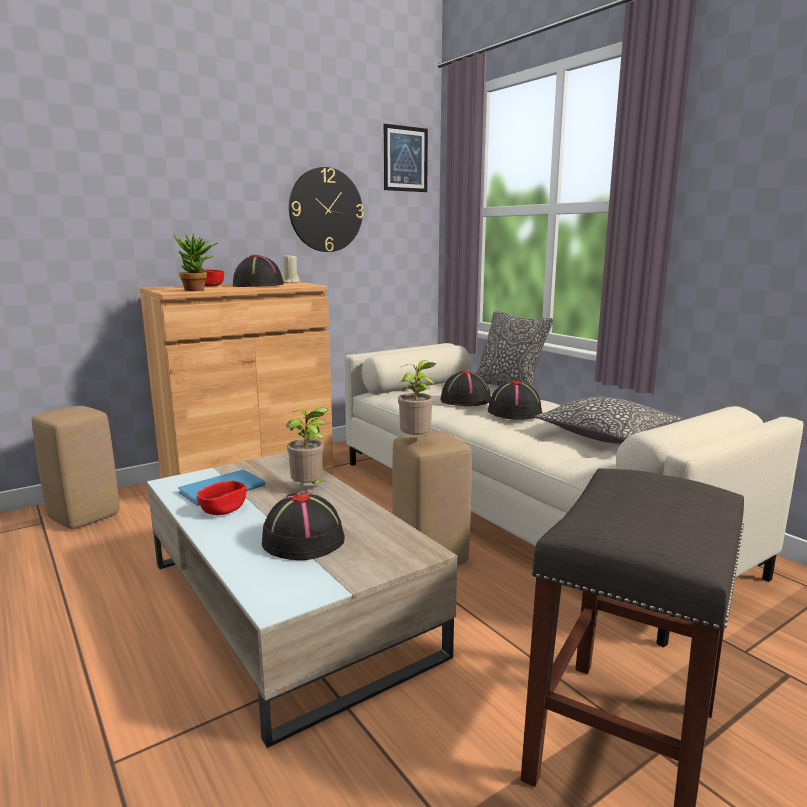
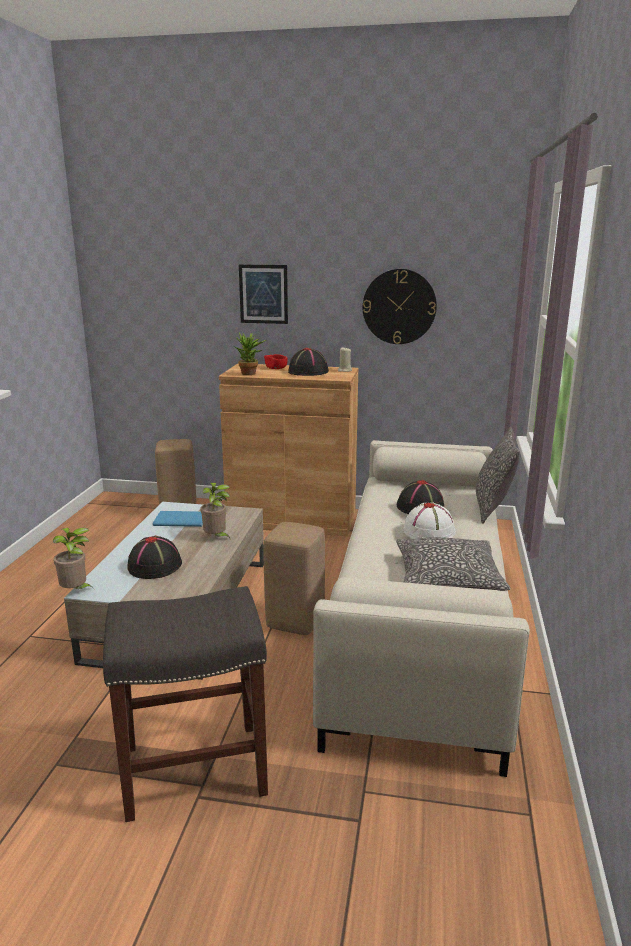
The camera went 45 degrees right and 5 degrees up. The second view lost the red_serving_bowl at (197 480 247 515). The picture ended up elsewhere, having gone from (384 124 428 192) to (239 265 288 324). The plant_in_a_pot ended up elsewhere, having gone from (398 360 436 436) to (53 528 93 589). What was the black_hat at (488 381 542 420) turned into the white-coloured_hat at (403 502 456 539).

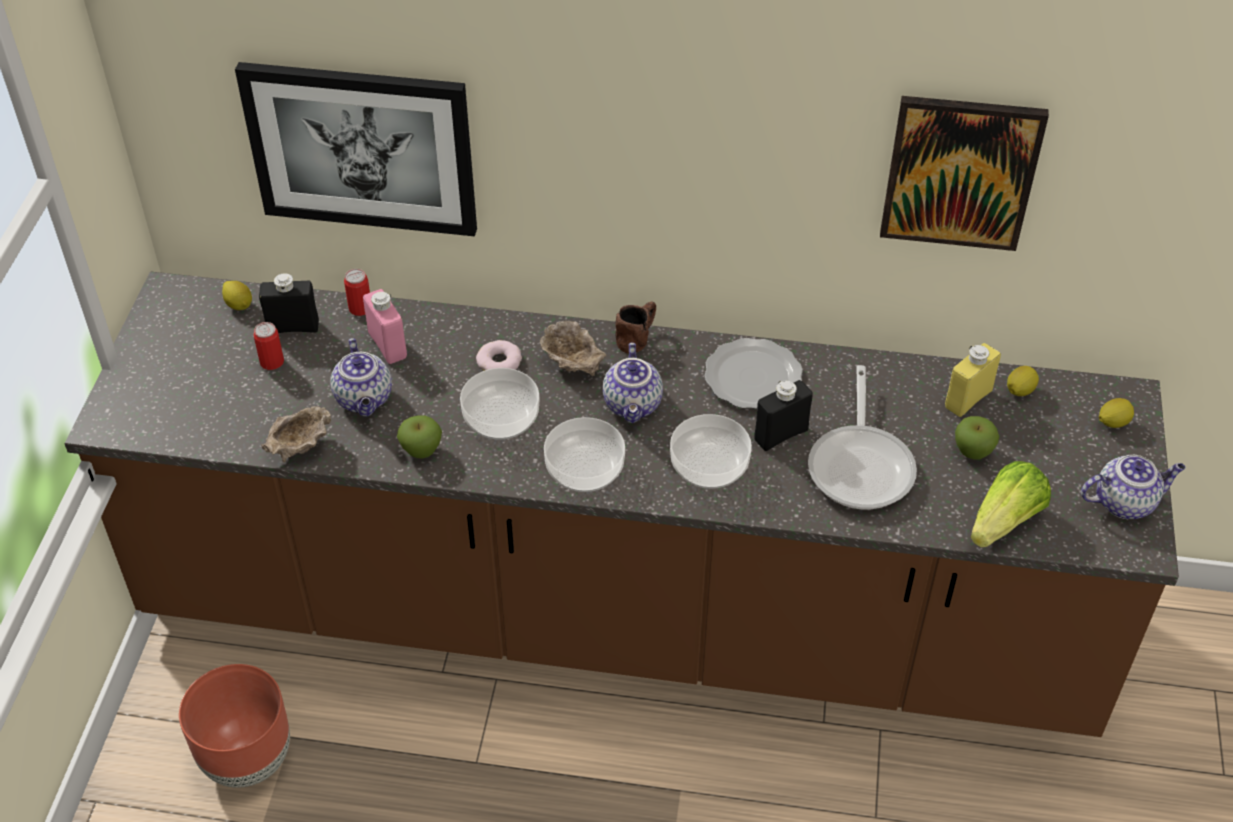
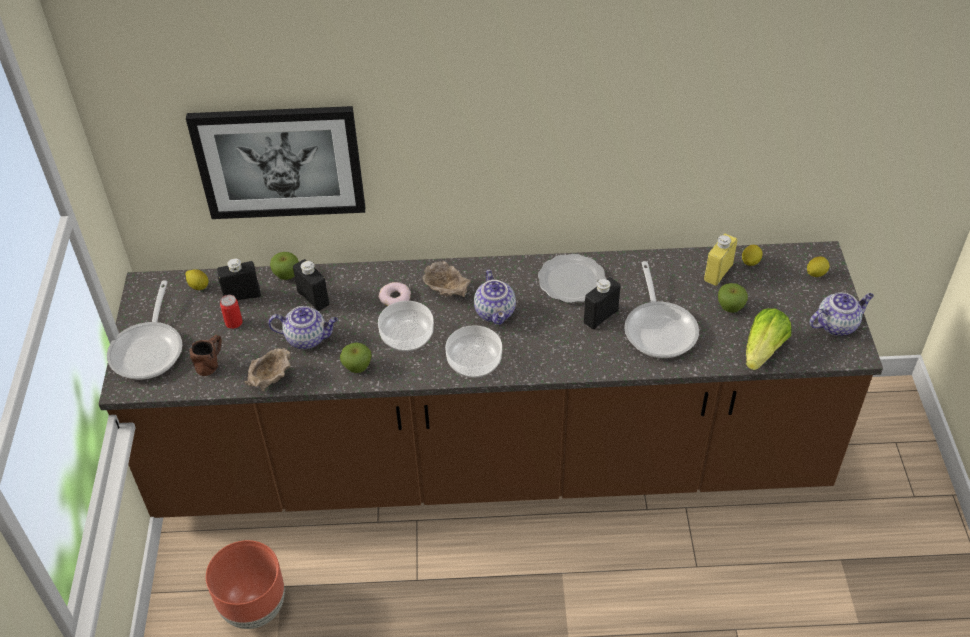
The camera went 10 degrees left and 0 degrees up. The second view lost the serving_bowl at (670 414 752 489). The second view lost the picture at (880 96 1049 251). The second view gained the skillet at (107 280 182 380). The brown_mug ended up elsewhere, having gone from (616 301 656 354) to (189 335 222 376). Where the metal_can stood at (344 269 370 316), the apple_fruit came to stand at (270 252 299 280). What was the pink-coloured_beverage_bottle at (363 289 407 364) turned into the black_beverage_bottle at (293 259 329 311). The pot_for_tea at (330 338 392 417) ended up facing another way, 60 degrees counterclockwise from before.

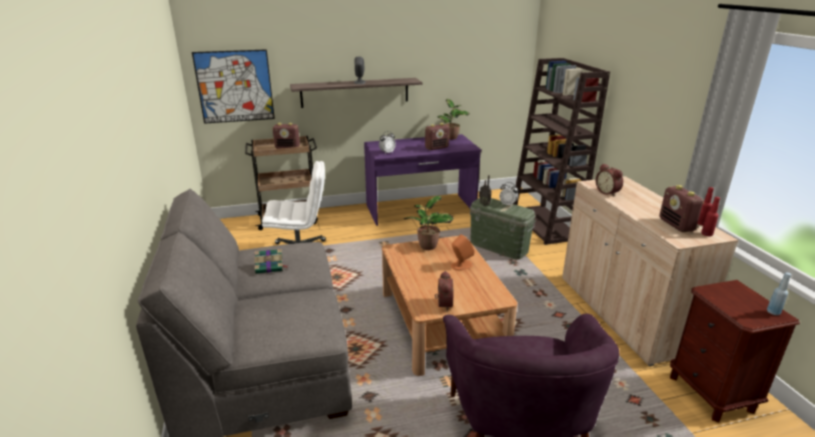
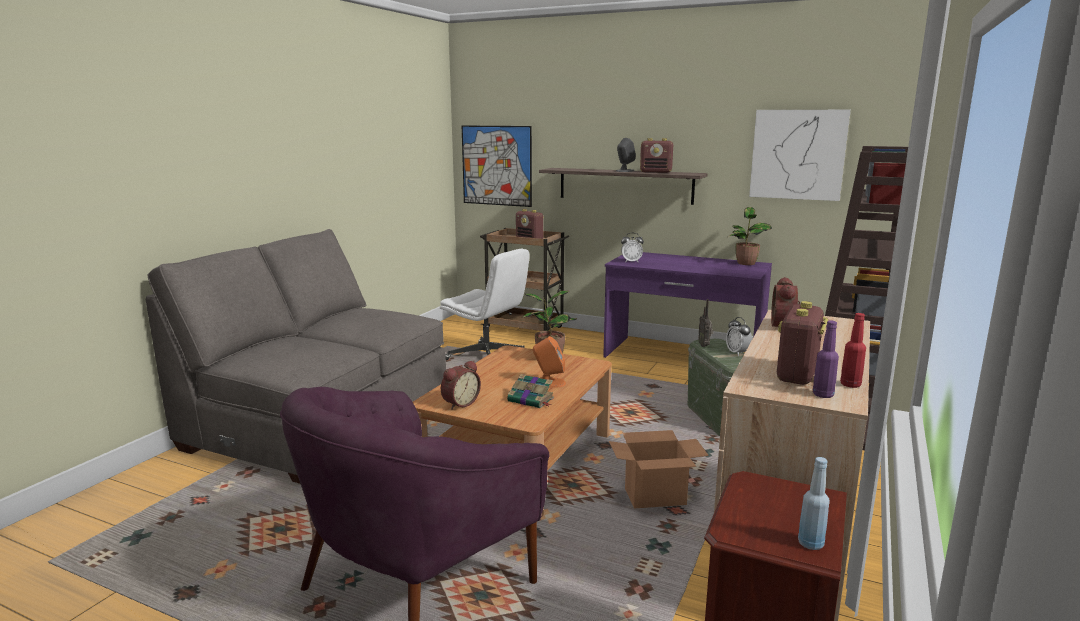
The camera went 40 degrees right and 10 degrees down. The second view gained the cardboard_box at (609 430 709 508). The second view gained the picture at (749 110 851 201). The book ended up elsewhere, having gone from (254 249 288 274) to (507 374 554 408). The radio_set ended up elsewhere, having gone from (425 123 449 150) to (640 138 673 173). What was the red_beverage_bottle at (701 197 720 236) turned into the purple_beverage_bottle at (813 320 839 398).

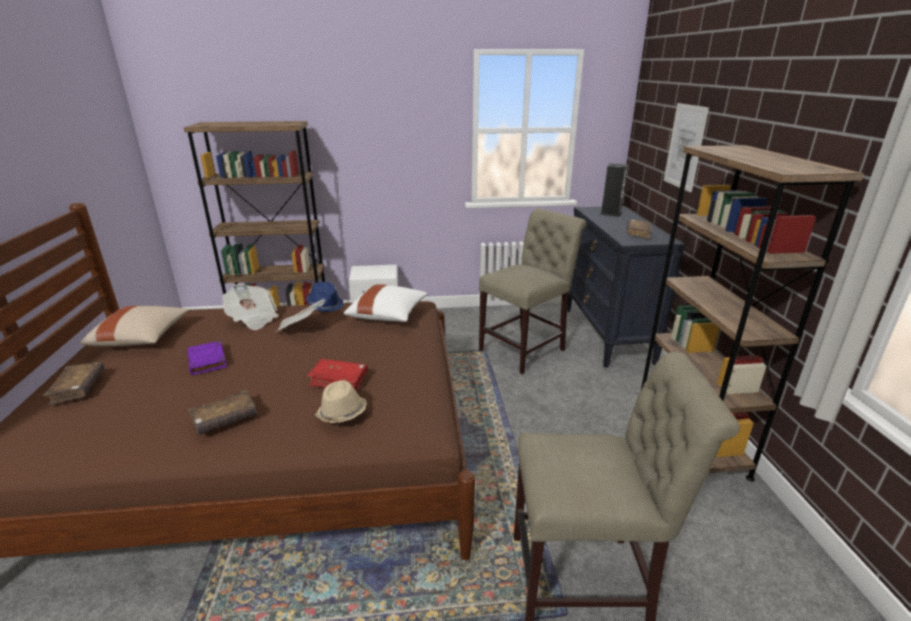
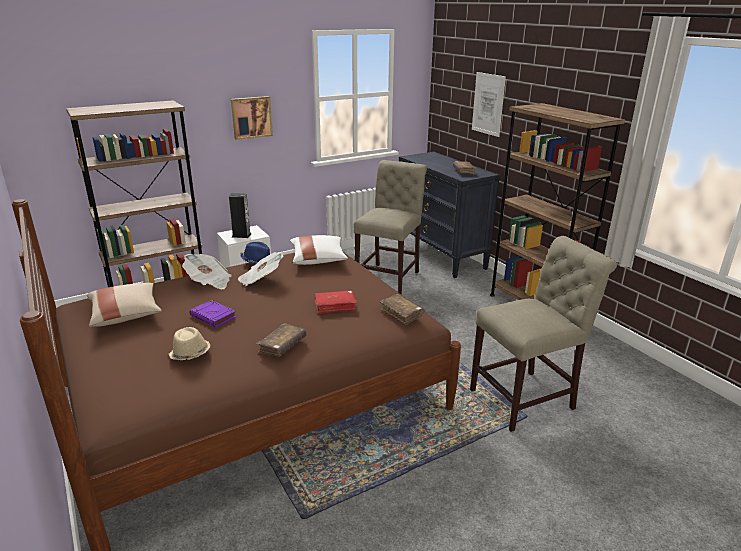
The camera went 25 degrees left and 0 degrees up. The second view gained the picture at (231 96 273 140). The brown_book ended up elsewhere, having gone from (43 362 104 405) to (380 294 425 325). The sand-coloured_hat ended up elsewhere, having gone from (315 380 367 423) to (169 327 211 360). The audio_speaker ended up elsewhere, having gone from (600 163 628 217) to (229 193 251 238).

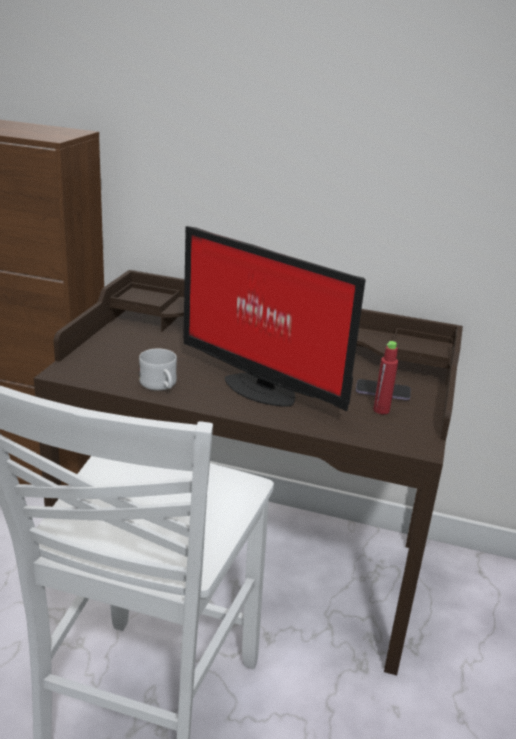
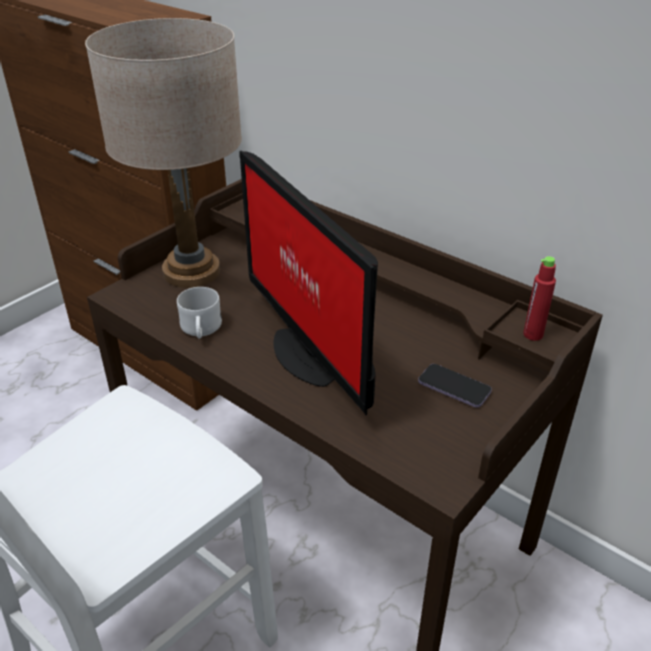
The camera went 25 degrees right and 10 degrees up. The second view gained the sand-coloured_table_lamp at (85 18 242 288). The red_beverage_bottle ended up elsewhere, having gone from (373 341 398 414) to (523 256 556 341).

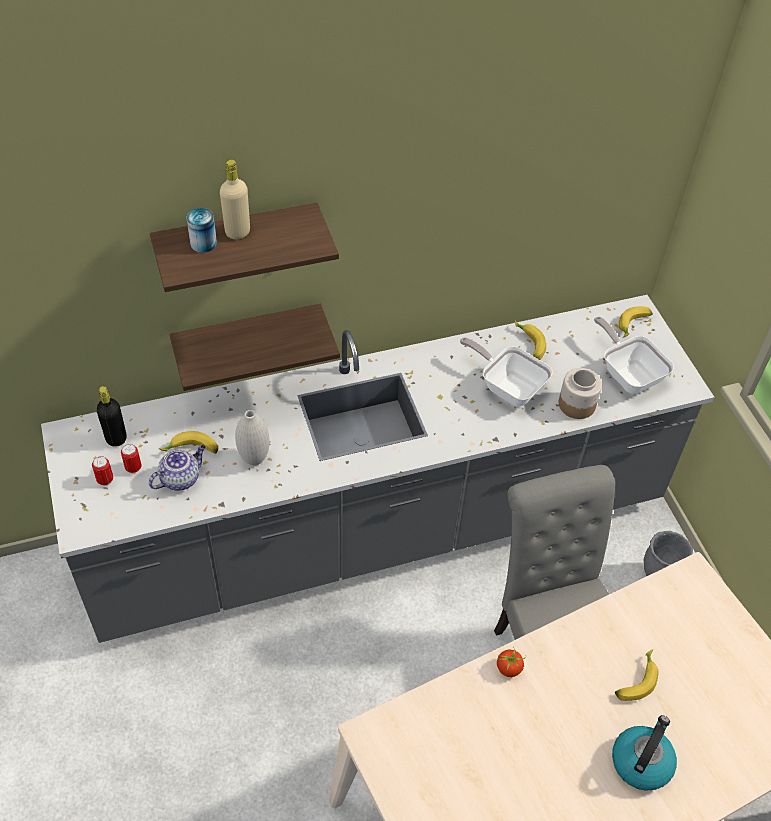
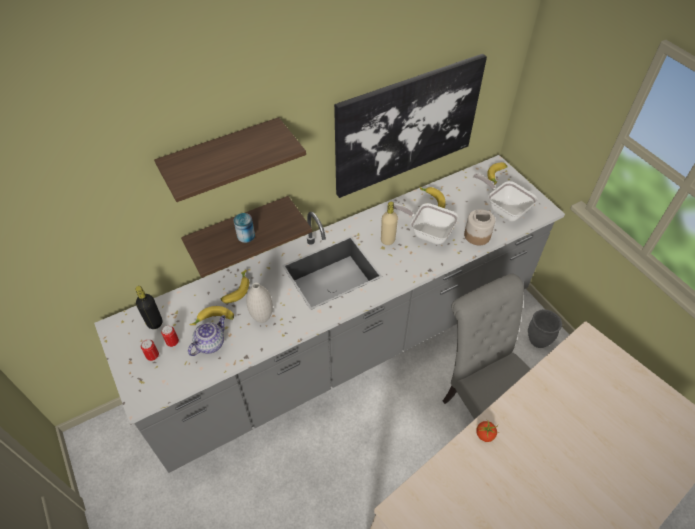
The camera went 10 degrees left and 0 degrees up. The second view lost the tea_kettle at (612 715 677 791). The second view gained the picture at (334 54 487 198). The metal_can ended up elsewhere, having gone from (187 208 217 253) to (234 213 255 243). The sand-coloured_beverage_bottle ended up elsewhere, having gone from (220 160 250 239) to (381 202 398 245). The banana_fruit ended up elsewhere, having gone from (615 649 658 701) to (220 270 249 303).

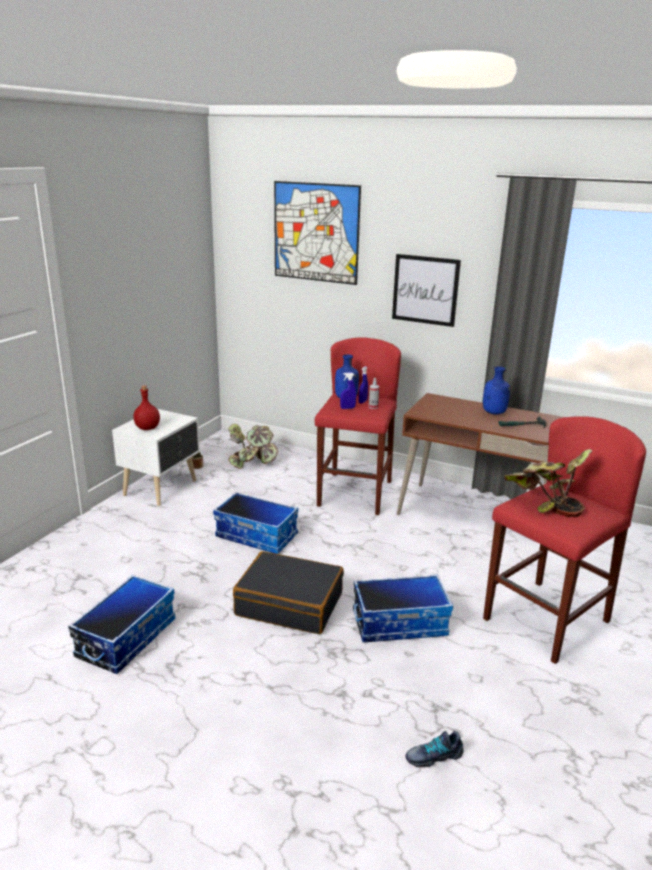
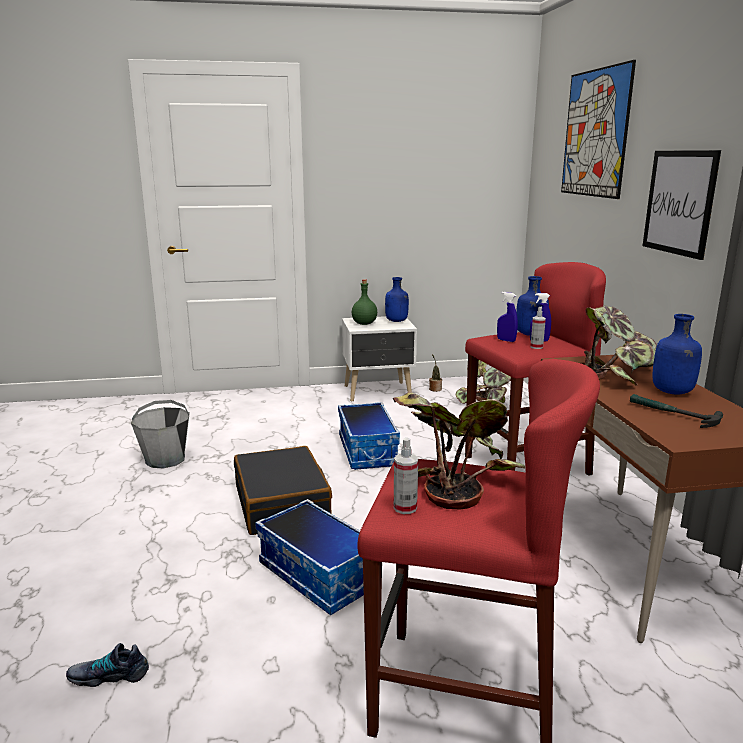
The camera went 55 degrees right and 5 degrees down. The second view gained the bluish_beverage_bottle at (385 277 409 322). The second view gained the hand_sprayer at (394 438 418 514). The second view gained the plant_in_a_pot at (581 305 657 385). Where the storage_box stood at (68 575 175 674), the greyish_pail came to stand at (131 400 190 468). What was the red_beverage_bottle at (133 385 160 430) turned into the green_beverage_bottle at (352 279 377 325). The item_of_footwear at (405 731 464 767) ended up facing another way, 45 degrees counterclockwise from before.

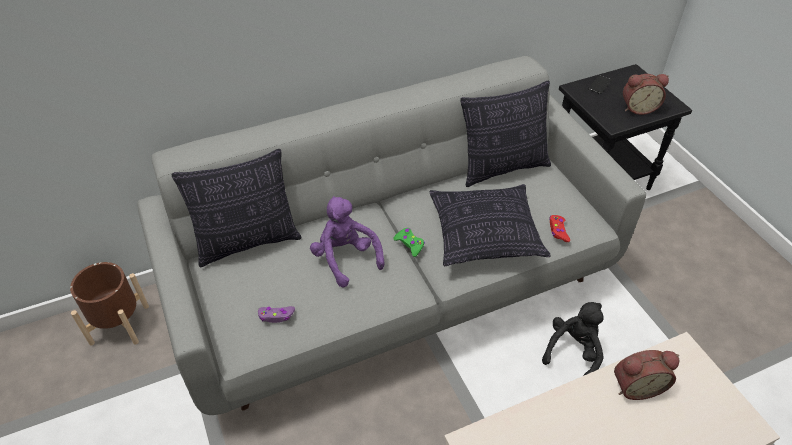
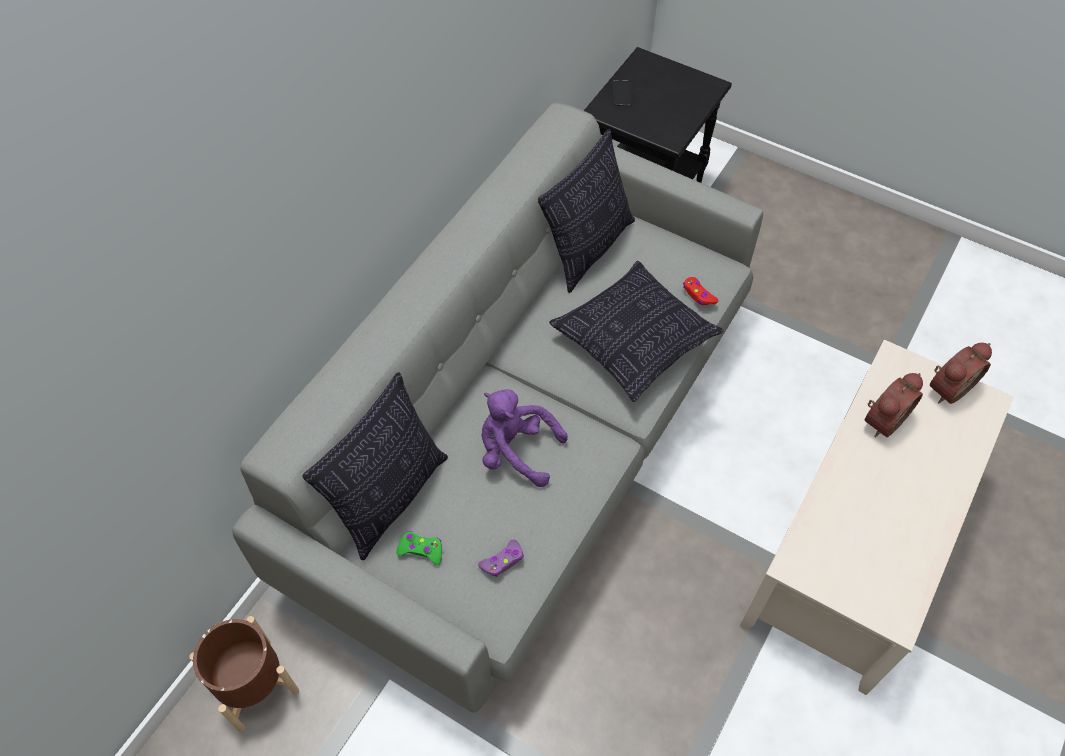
The camera went 35 degrees left and 10 degrees up. The second view lost the black_cuddly_toy at (542 302 604 376). The green_gamepad ended up elsewhere, having gone from (394 228 425 257) to (396 531 442 565). The table_clock ended up elsewhere, having gone from (623 74 669 115) to (930 343 992 404).

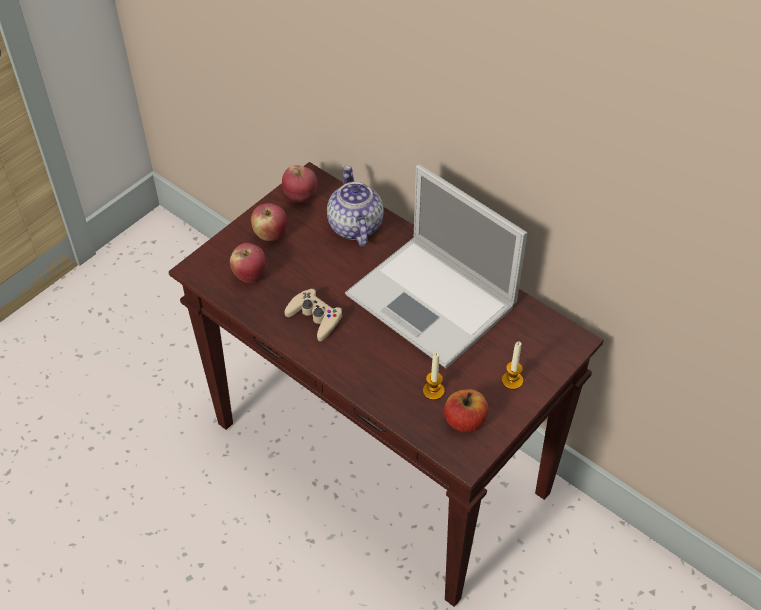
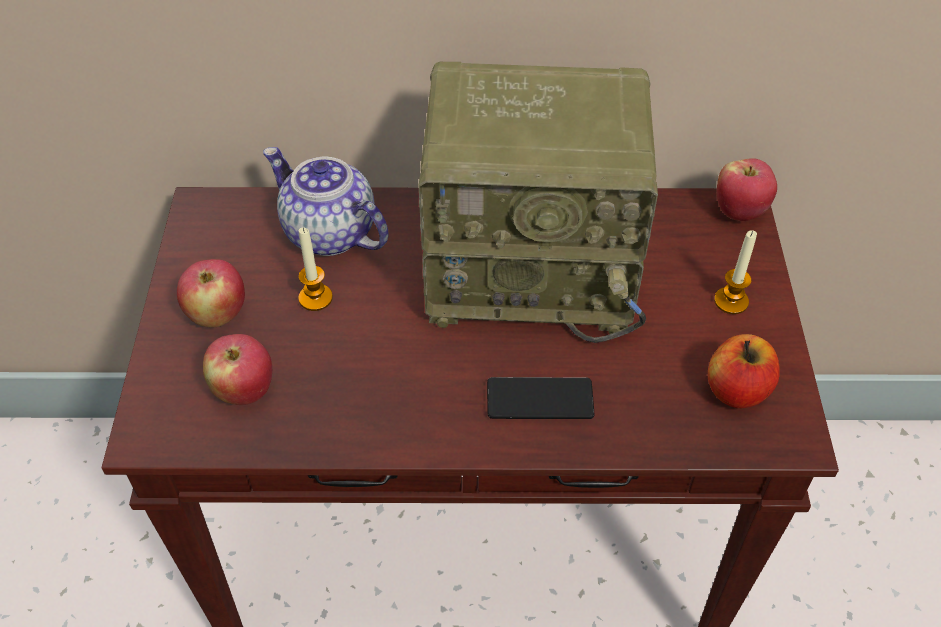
The camera went 40 degrees left and 0 degrees up. The second view lost the sand-coloured_gamepad at (285 288 343 341). The second view gained the telephone at (487 377 594 419). The apple_fruit ended up elsewhere, having gone from (282 165 317 203) to (717 158 777 221). The wax_light ended up elsewhere, having gone from (423 352 444 400) to (298 227 333 311). Where the notebook_computer stood at (345 164 527 368), the radio_set came to stand at (419 62 658 343).

